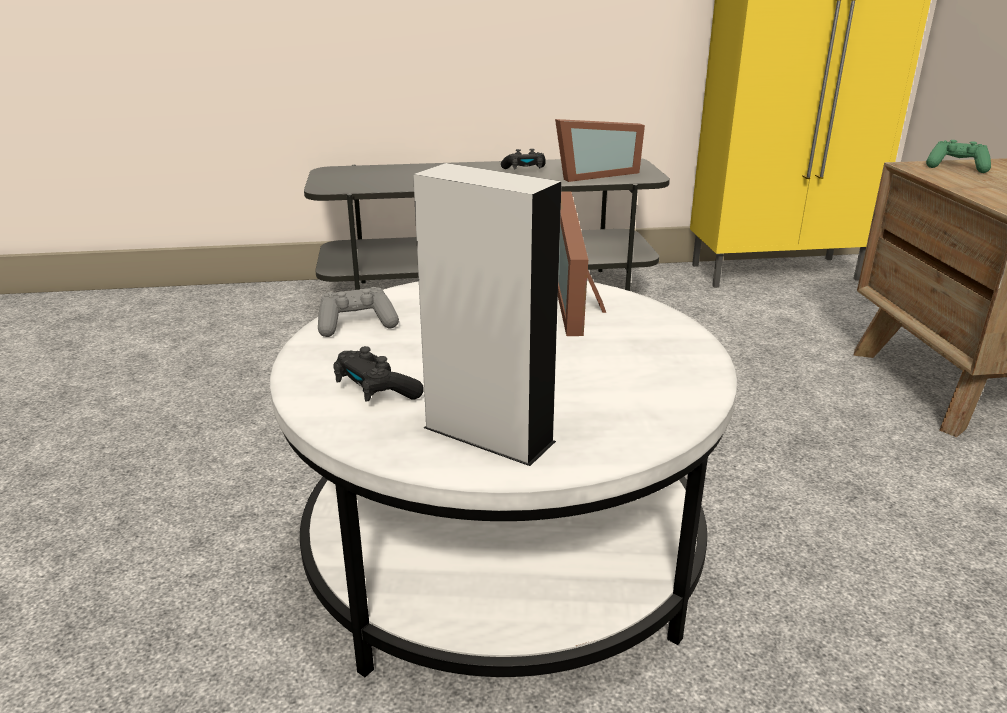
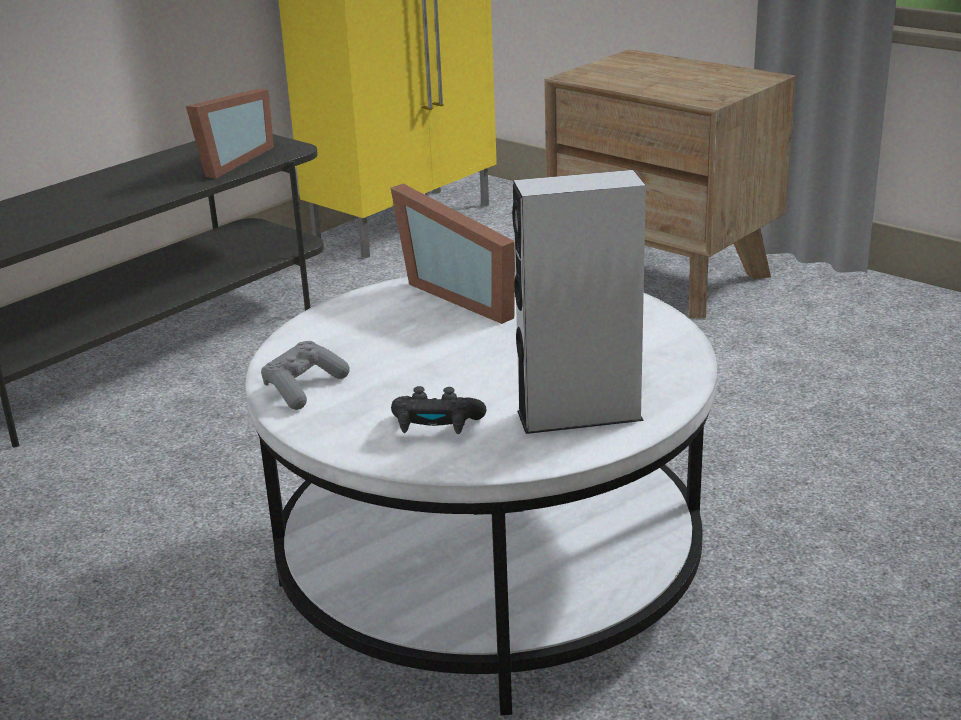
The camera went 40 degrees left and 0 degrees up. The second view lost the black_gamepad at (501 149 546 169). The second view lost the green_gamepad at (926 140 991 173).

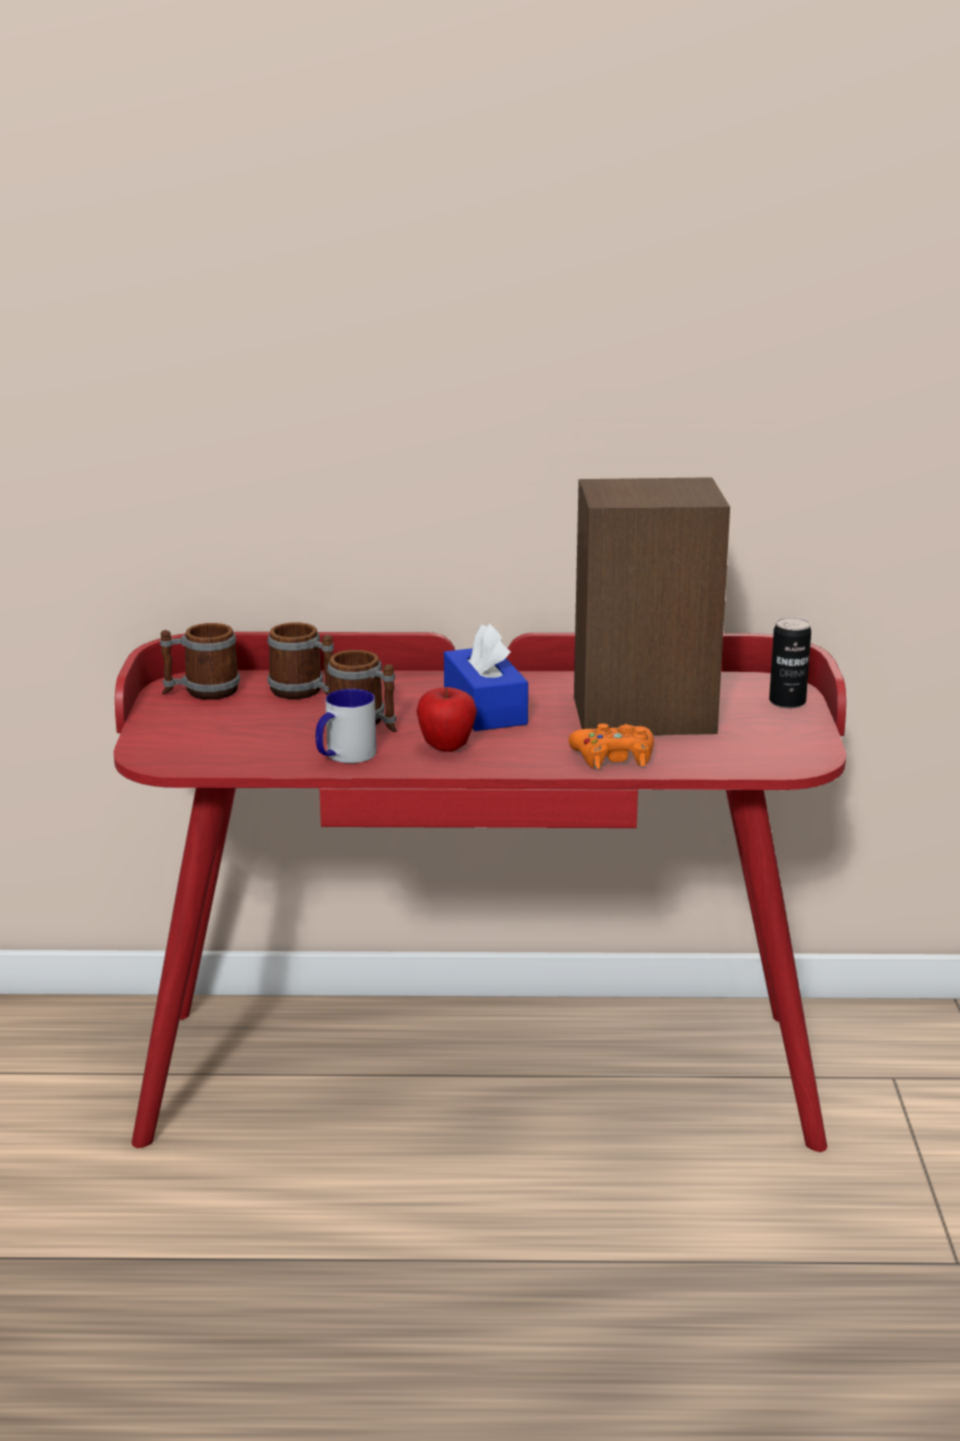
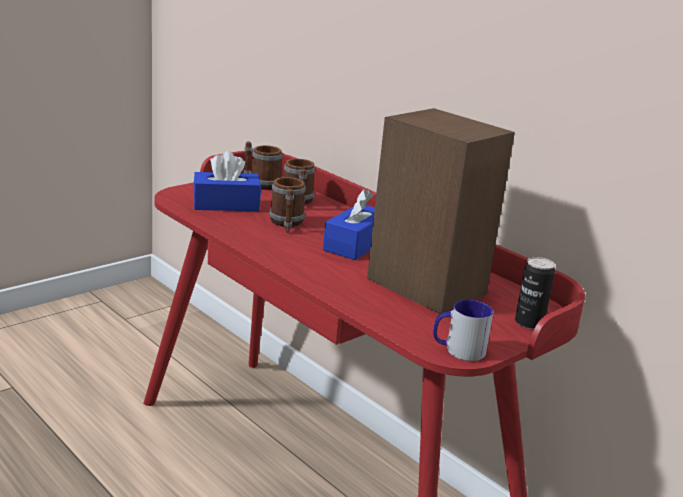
The camera went 45 degrees right and 0 degrees up. The second view lost the apple_fruit at (416 687 477 752). The second view lost the orangey_gamepad at (569 723 654 769). The second view gained the bluish_tissue_holder at (193 151 261 211). The mug ended up elsewhere, having gone from (316 689 376 763) to (433 300 493 361).

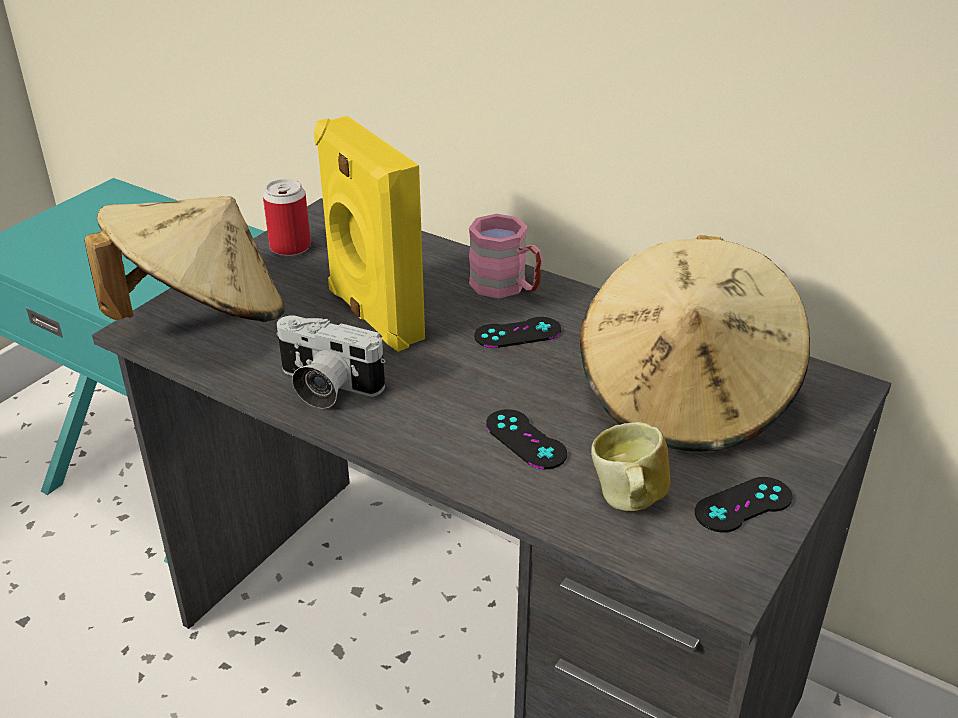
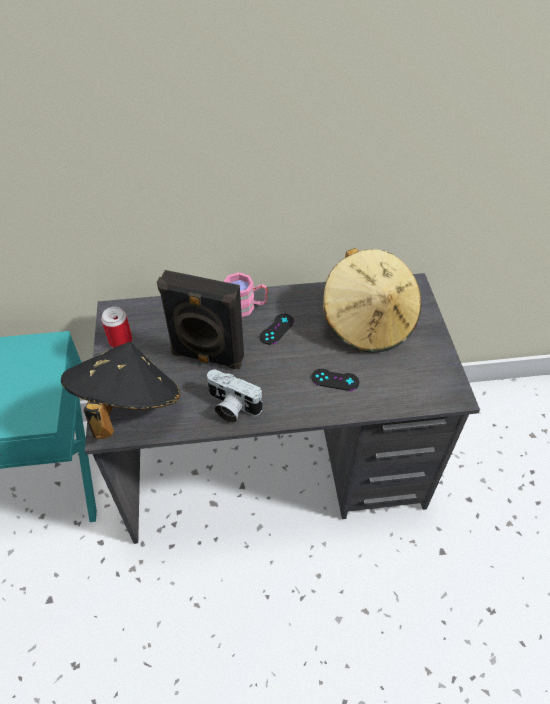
The camera went 40 degrees left and 15 degrees up. The second view lost the mug at (591 422 670 511). The second view lost the black_gamepad at (694 477 793 533). What was the sand-coloured_hat at (84 196 285 322) turned into the black_hat at (61 342 181 439). What was the yellow_audio_speaker at (314 116 425 352) turned into the black_audio_speaker at (157 270 244 369). The photo_camera at (277 315 385 409) ended up facing another way, 45 degrees clockwise from before.

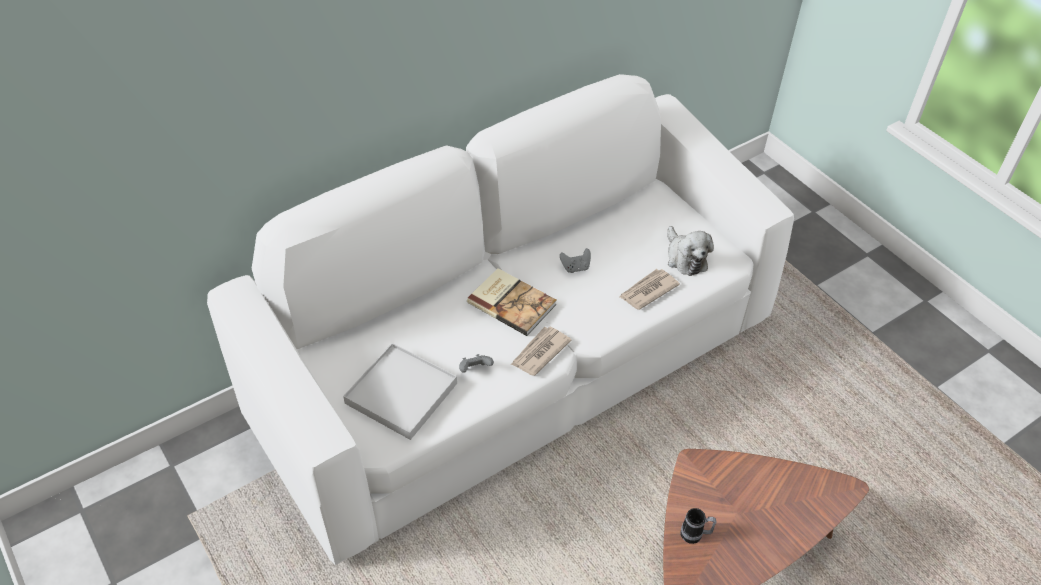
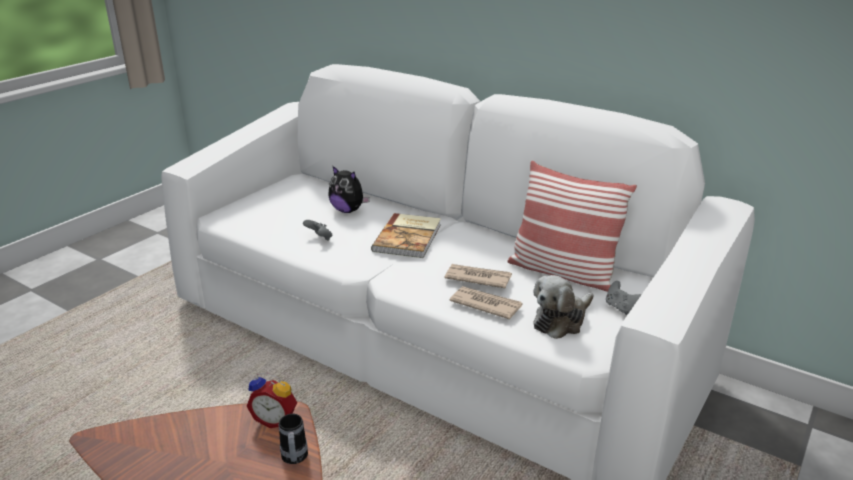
The camera went 70 degrees right and 20 degrees down. The second view lost the white-coloured_carrying_tray at (343 343 457 440). The second view gained the table_clock at (247 373 297 428). The second view gained the cuddly_toy at (328 165 370 213). The second view gained the pillow at (508 161 637 292). The printed_paper ended up elsewhere, having gone from (511 327 571 376) to (445 264 512 289). The greyish_gamepad ended up elsewhere, having gone from (560 248 591 273) to (606 281 642 315). The mug ended up elsewhere, having gone from (680 508 717 544) to (279 414 308 464).

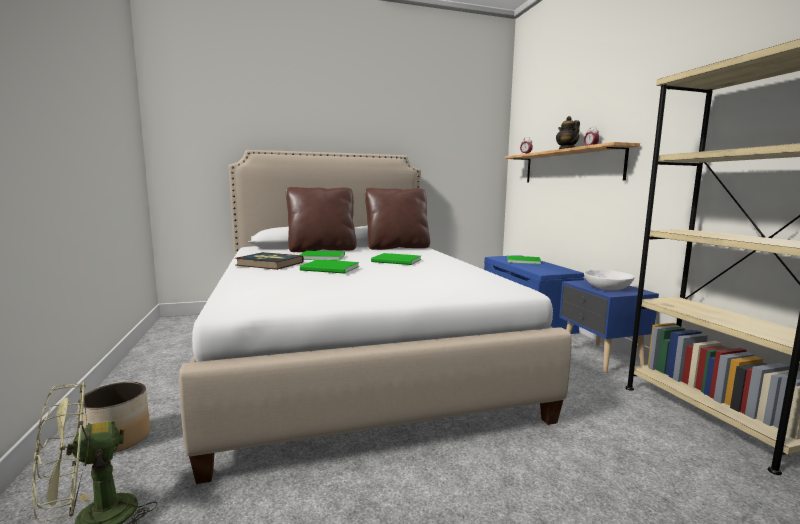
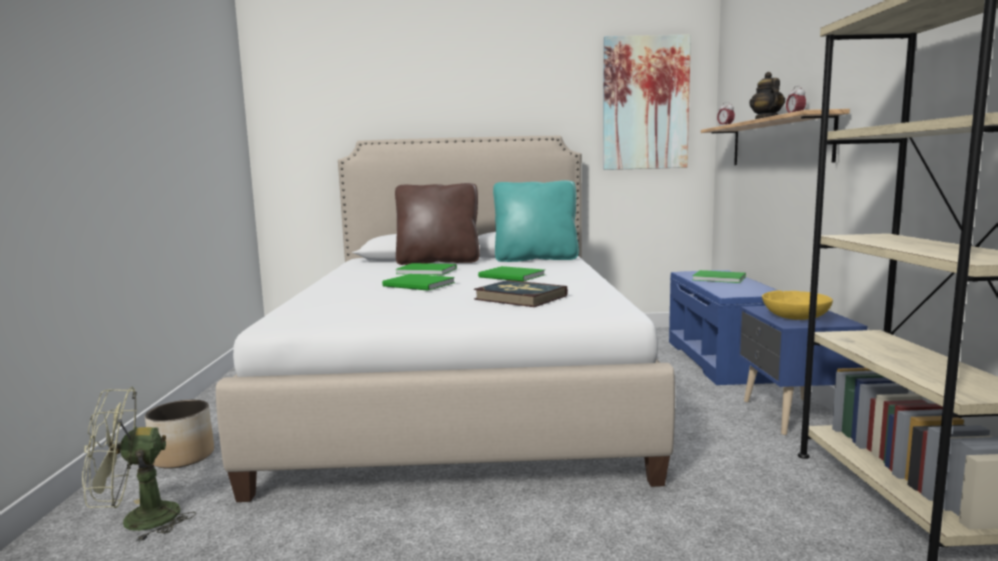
The camera went 15 degrees right and 0 degrees up. The second view gained the picture at (603 34 691 170). The book ended up elsewhere, having gone from (235 252 304 270) to (474 280 568 307). What was the brown_pillow at (364 188 430 250) turned into the turquoise-coloured_pillow at (493 180 579 262). What was the white-coloured_serving_bowl at (584 270 634 290) turned into the yellow_serving_bowl at (762 290 833 320).

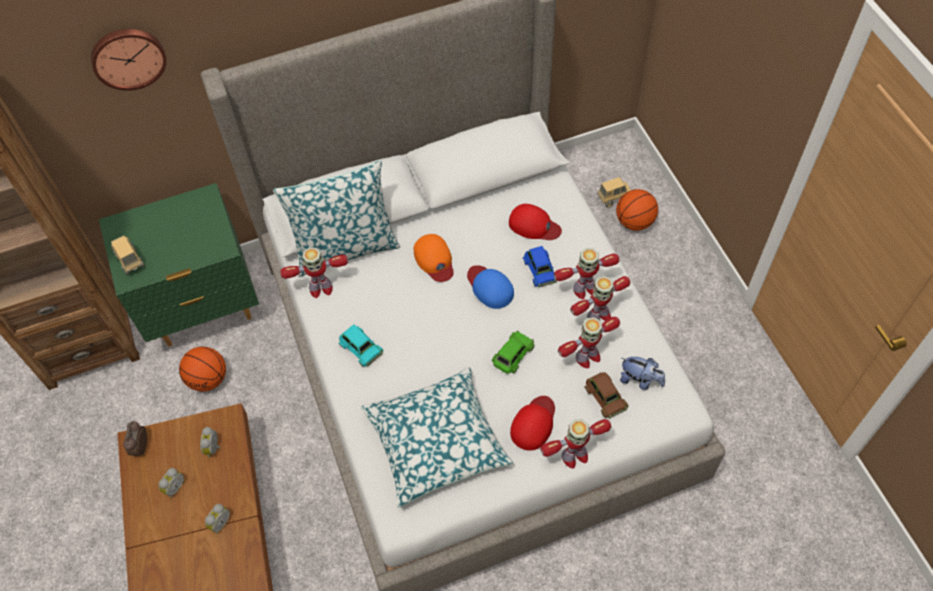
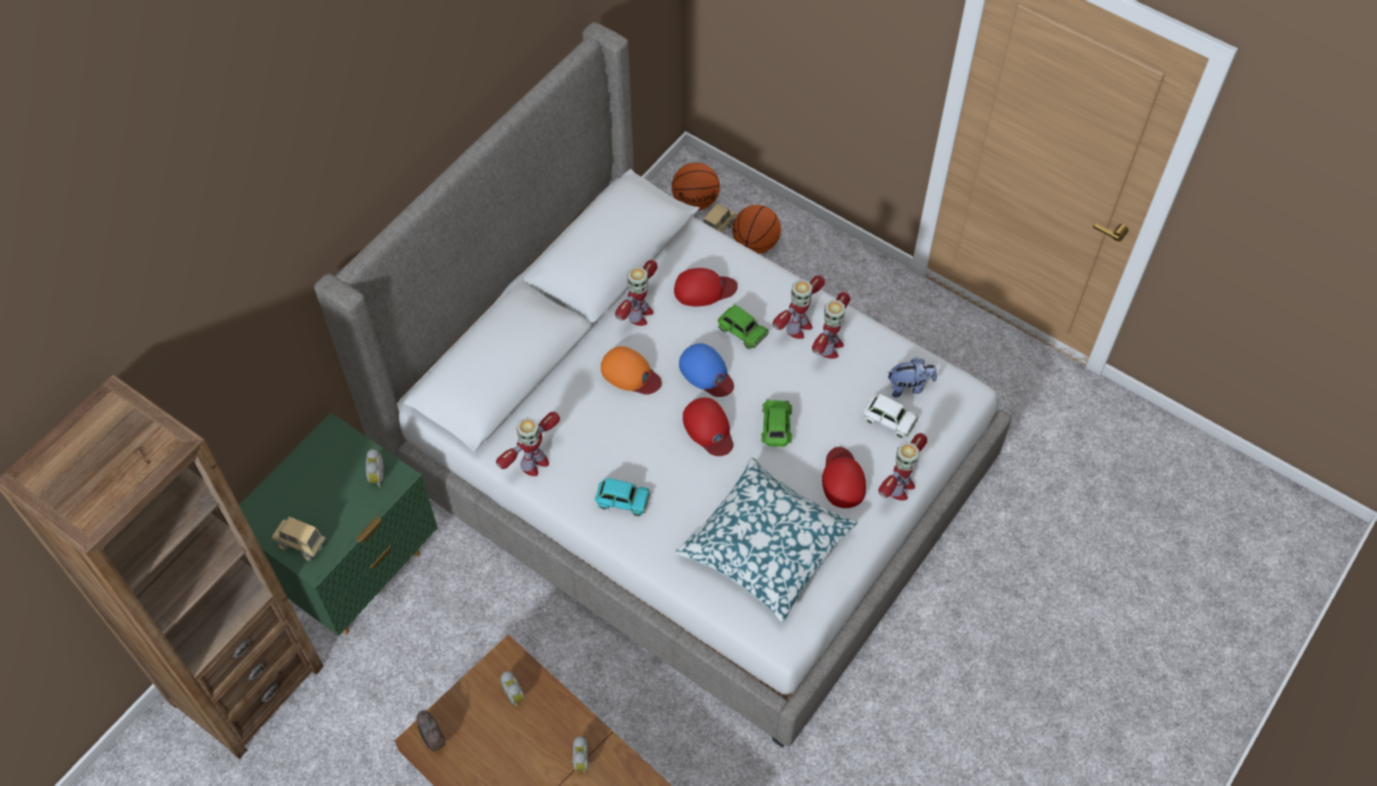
The camera went 35 degrees left and 0 degrees up. The second view lost the clock_on_the_wall at (91 29 166 91). The second view lost the pillow at (273 160 400 277). The second view gained the red_baseball_cap at (683 398 733 456). The table_clock ended up elsewhere, having gone from (159 468 184 498) to (366 449 384 487). The basketball ended up elsewhere, having gone from (179 347 226 391) to (672 163 720 210). The model_robot ended up elsewhere, having gone from (558 317 620 368) to (615 260 658 326). What was the bluish_model_car at (523 246 557 287) turned into the green_model_car at (718 304 768 349). What was the brown_model_car at (584 372 628 419) turned into the white-coloured_model_car at (864 394 918 438). The bluish_baseball_cap at (467 265 514 309) ended up facing another way, 150 degrees counterclockwise from before.

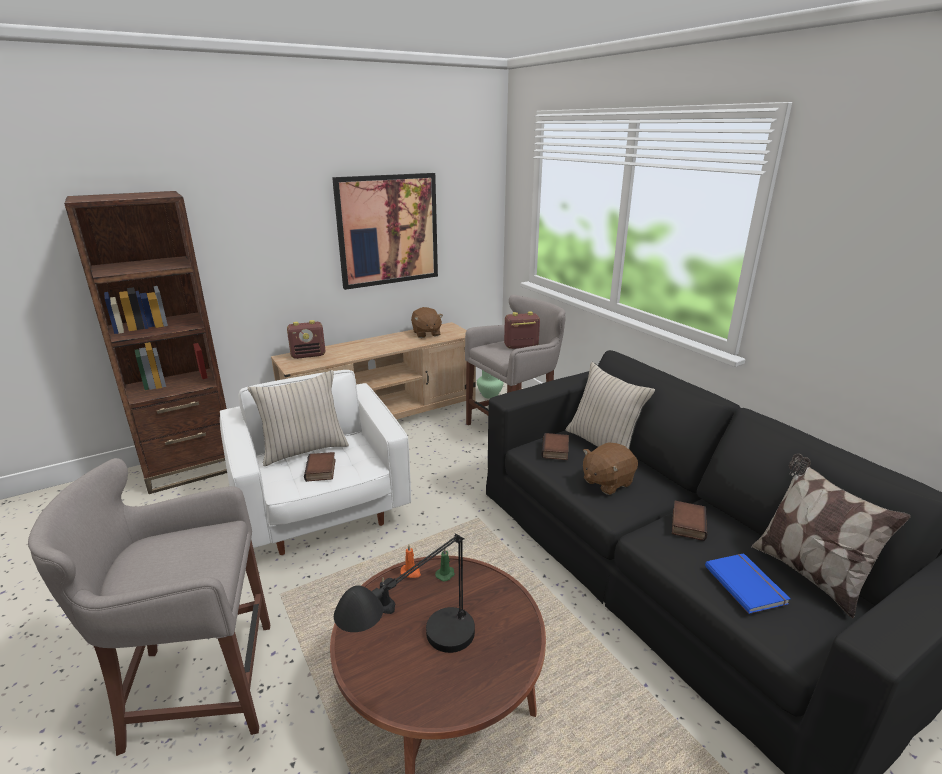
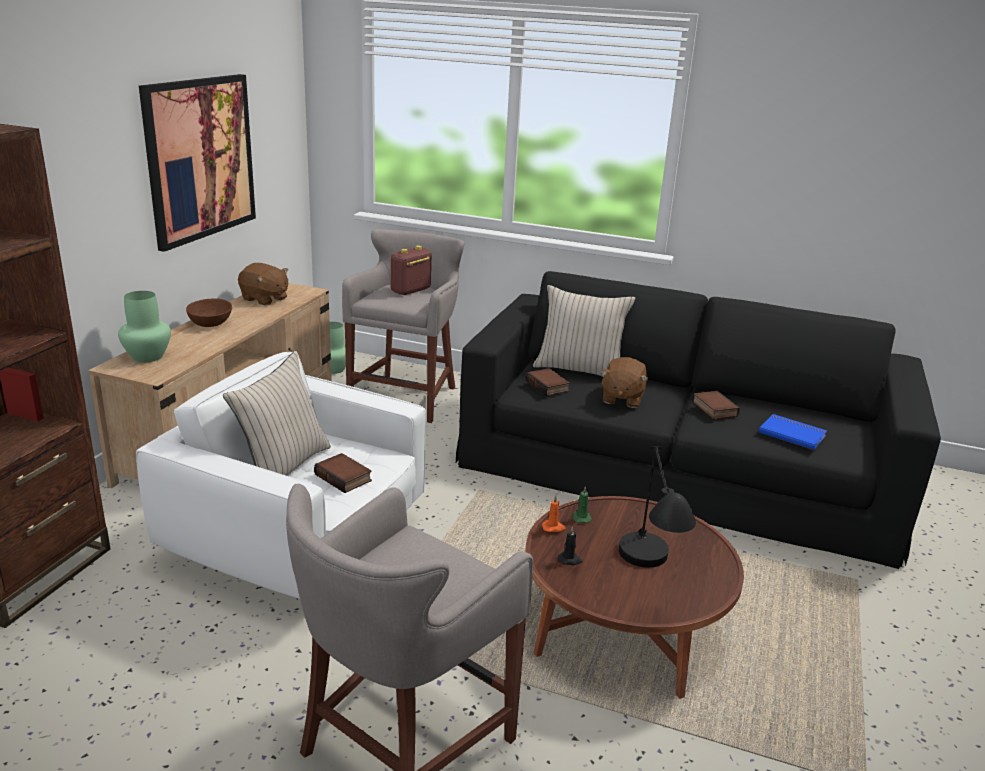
The camera went 40 degrees left and 0 degrees up. The second view lost the pillow at (751 453 911 618). The second view gained the brown_serving_bowl at (186 298 232 327). Where the radio_set stood at (287 320 325 359), the green_decorative_vase came to stand at (118 291 171 362).

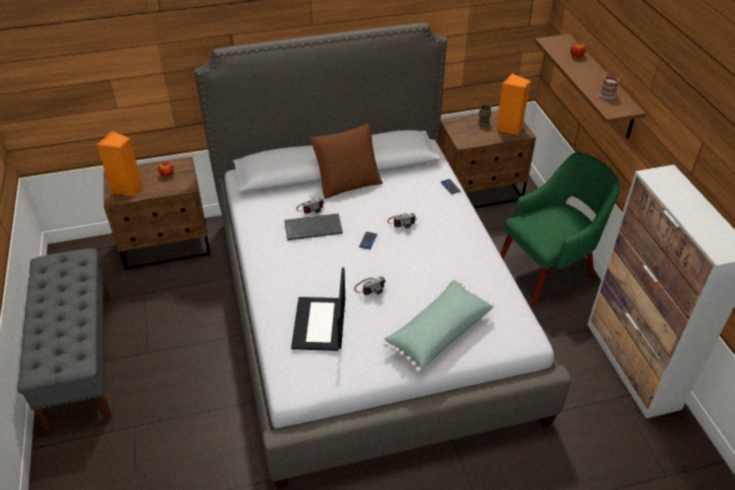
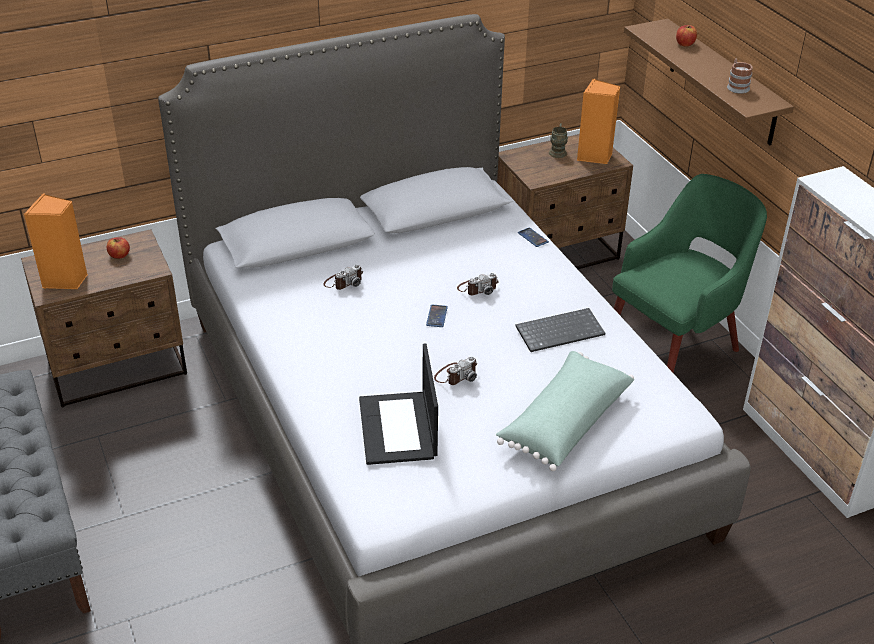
The camera went 10 degrees left and 5 degrees down. The second view lost the brown_pillow at (310 124 383 199). The PC_keyboard ended up elsewhere, having gone from (284 213 343 240) to (516 308 605 352).

